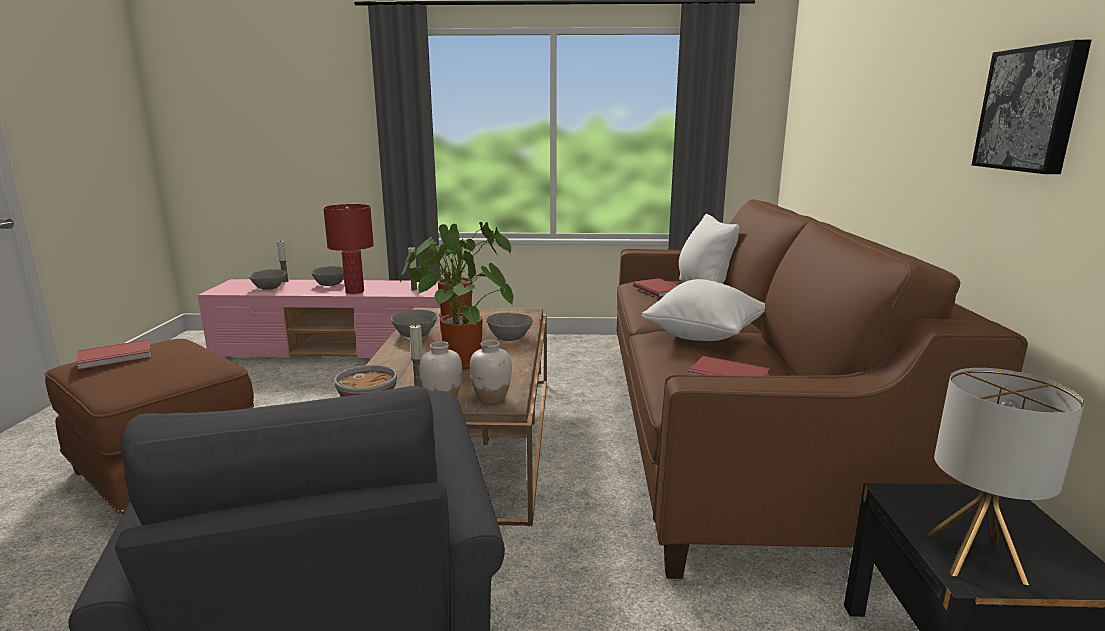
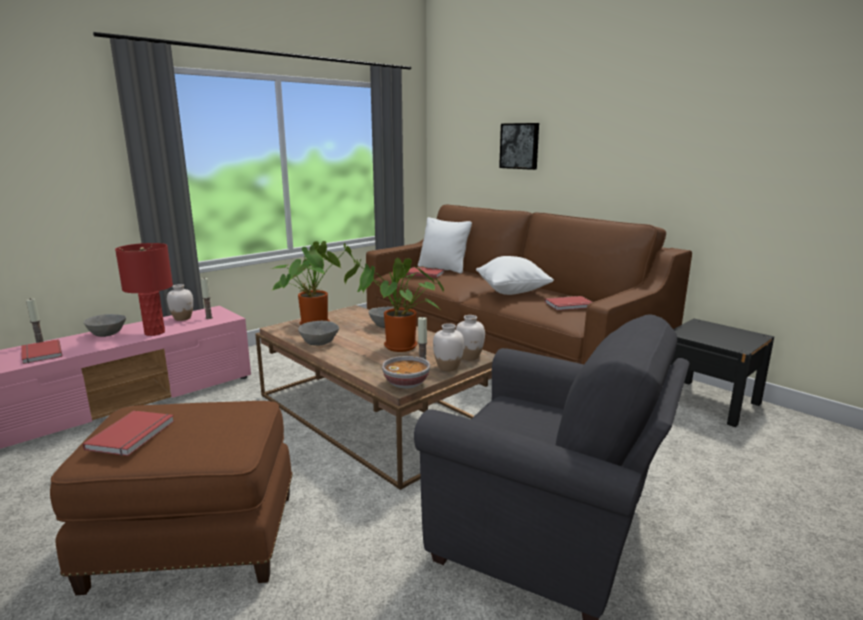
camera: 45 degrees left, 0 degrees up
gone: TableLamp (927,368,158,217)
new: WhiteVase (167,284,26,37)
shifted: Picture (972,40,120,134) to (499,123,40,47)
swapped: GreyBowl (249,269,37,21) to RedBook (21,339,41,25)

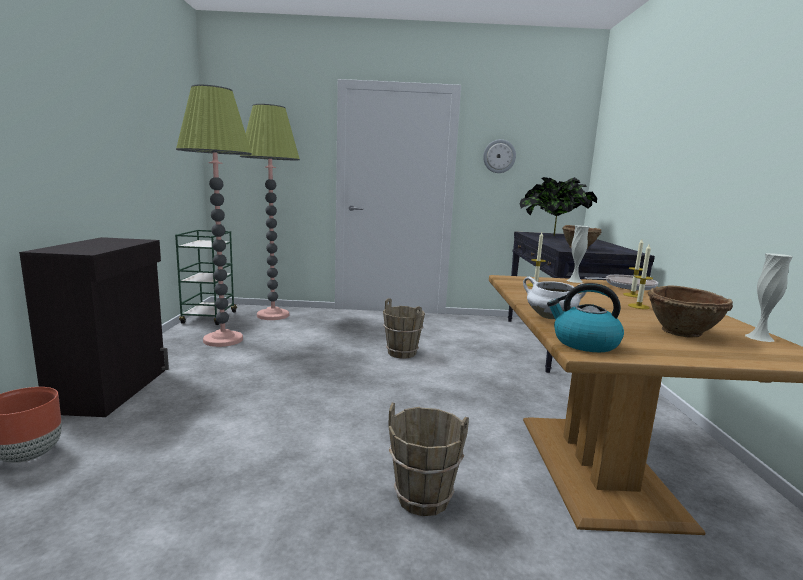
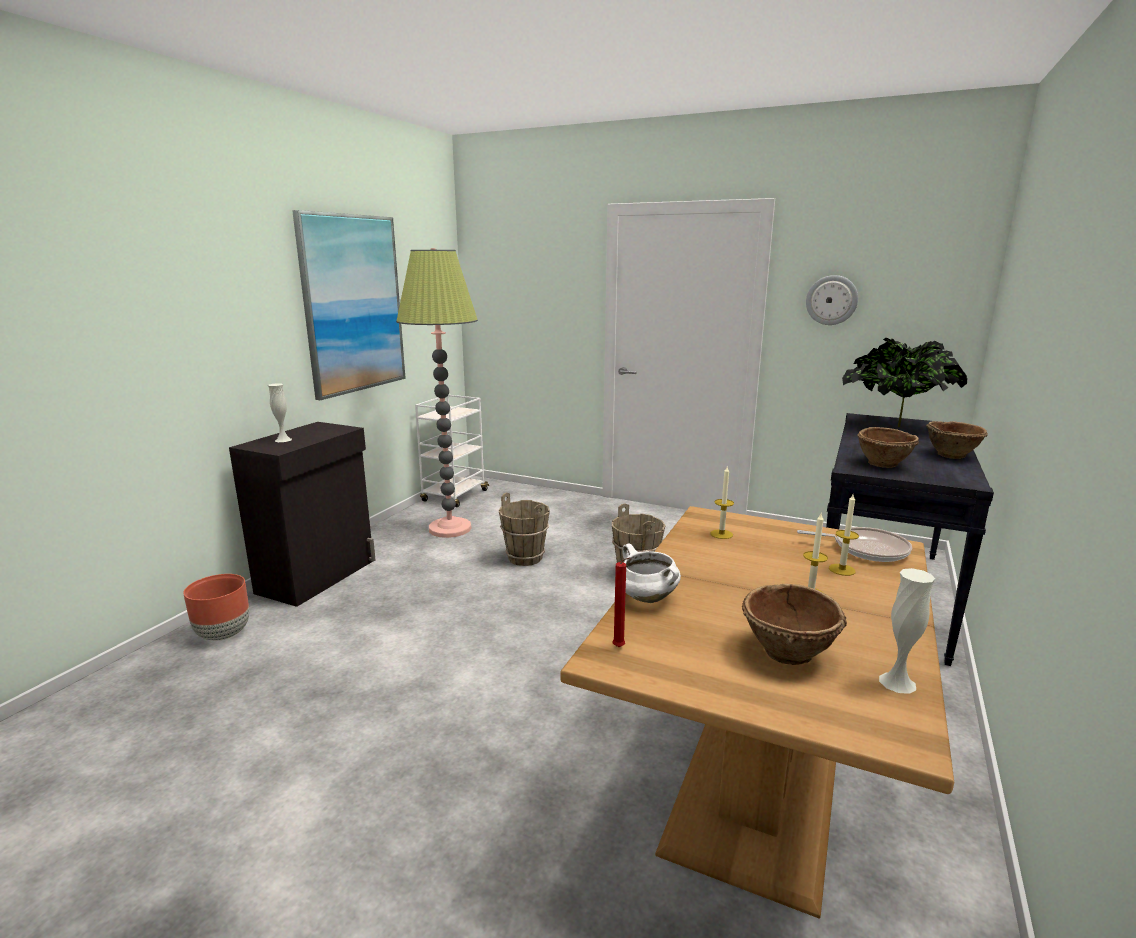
camera: 25 degrees right, 5 degrees up
gone: FloorLamp (240,104,60,216)
new: Picture (292,210,114,190); BrownBowl (926,421,62,38)
shifted: BrownBucket (388,403,81,113) to (499,493,51,73); WhiteVase (567,225,22,58) to (268,383,24,59)
swapped: Kettle (547,283,77,69) to RedCandle (613,557,17,90)
repainted: GreenCart (175,230,62,95) to WhiteCart (415,395,74,112)

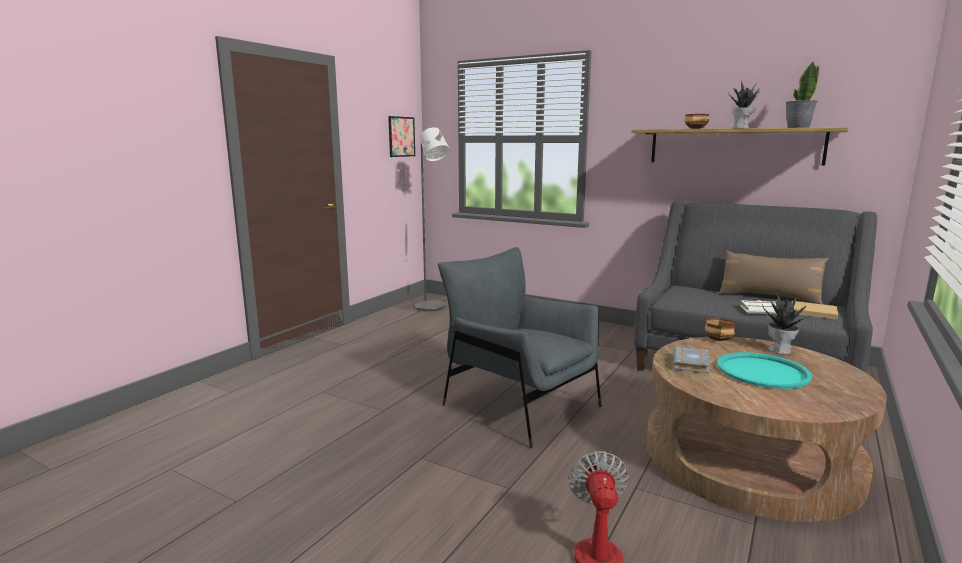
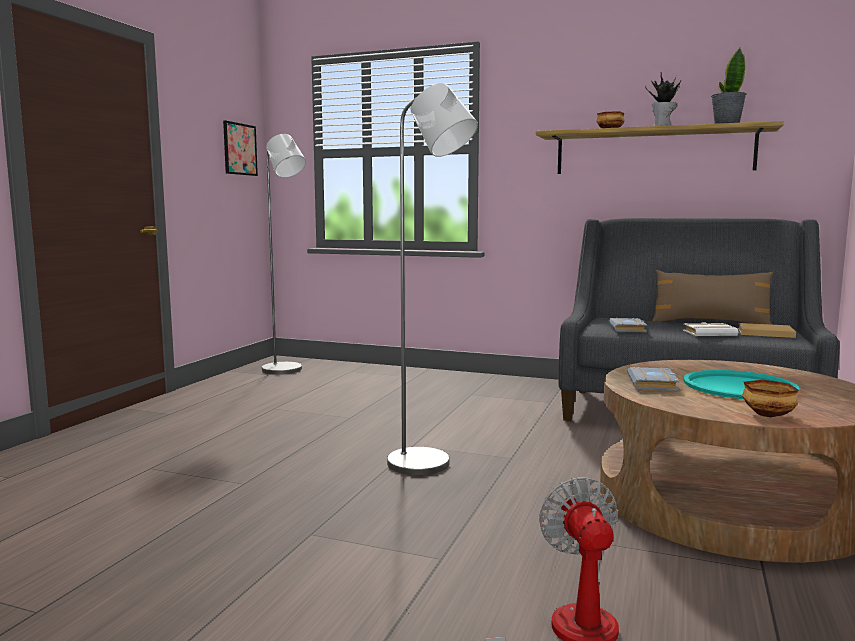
camera: 10 degrees left, 5 degrees down
gone: PottedPlant (762,292,45,62)
new: GreyBook (608,318,39,14)
shifted: Bowl (705,318,30,23) to (742,380,56,37)
swapped: GreyArmchair (438,247,163,201) to GreyFloorLamp (387,83,91,392)

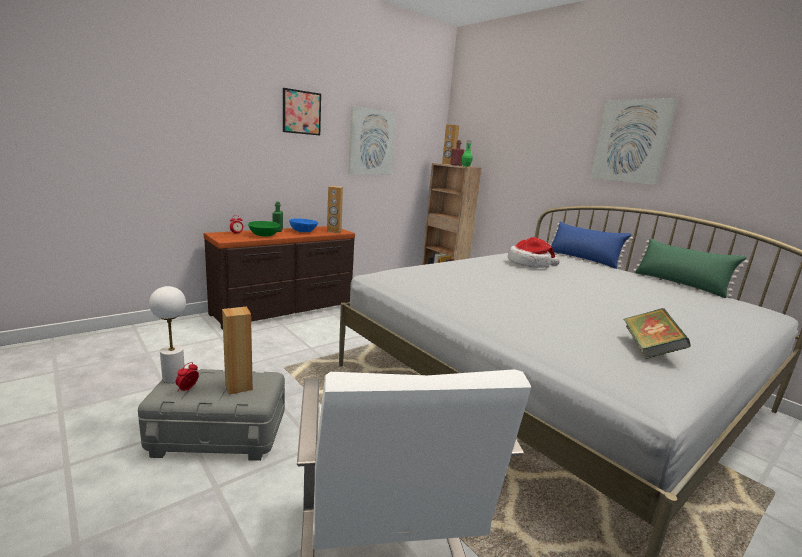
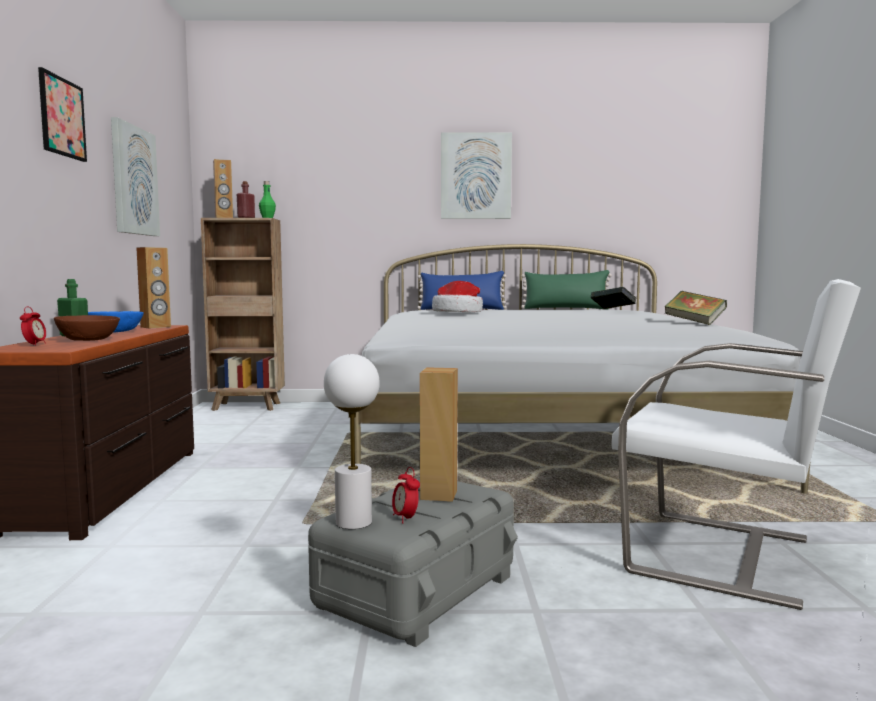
camera: 50 degrees left, 10 degrees down
new: Book (591,287,45,22)
repainted: GreenBowl (248,221,32,16) to BrownBowl (54,315,66,26)

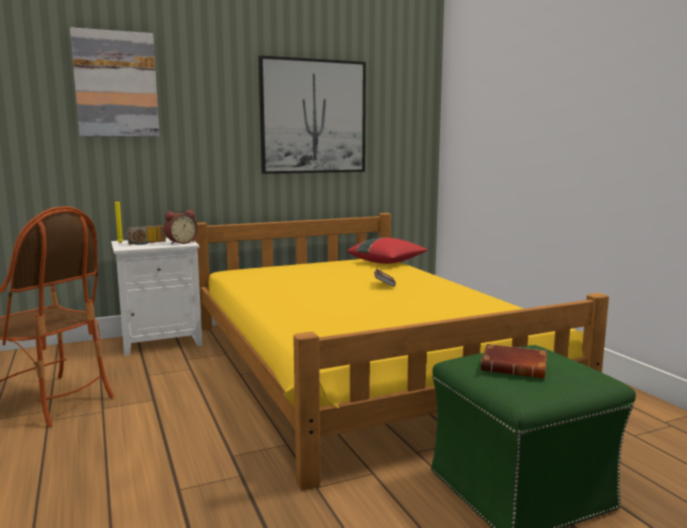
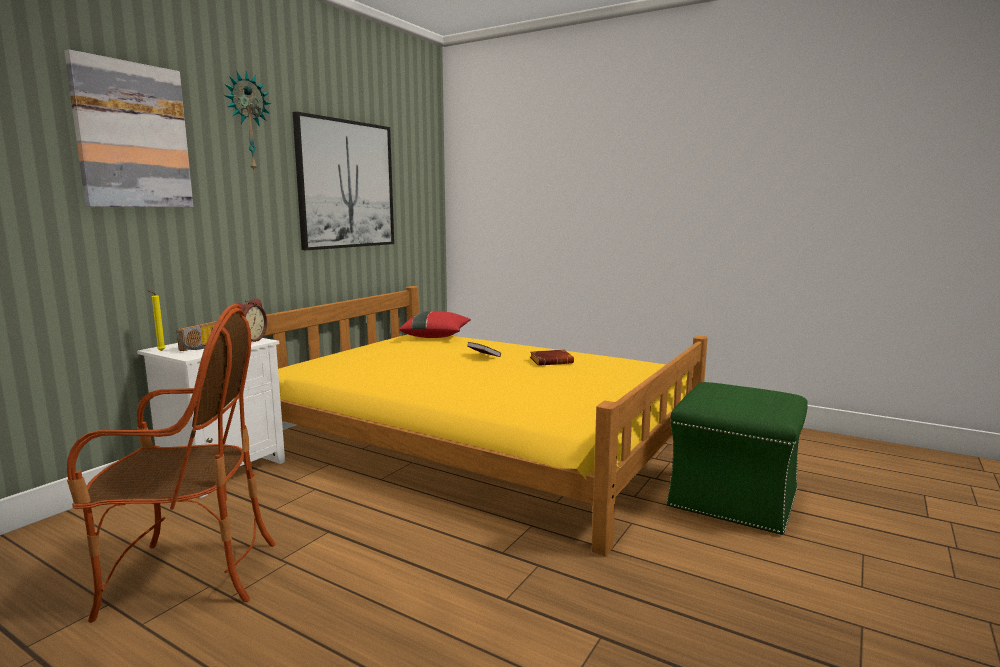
camera: 35 degrees left, 0 degrees up
new: WallClock (224,71,47,99)
shifted: BrownBook (481,344,66,35) to (530,350,44,16)

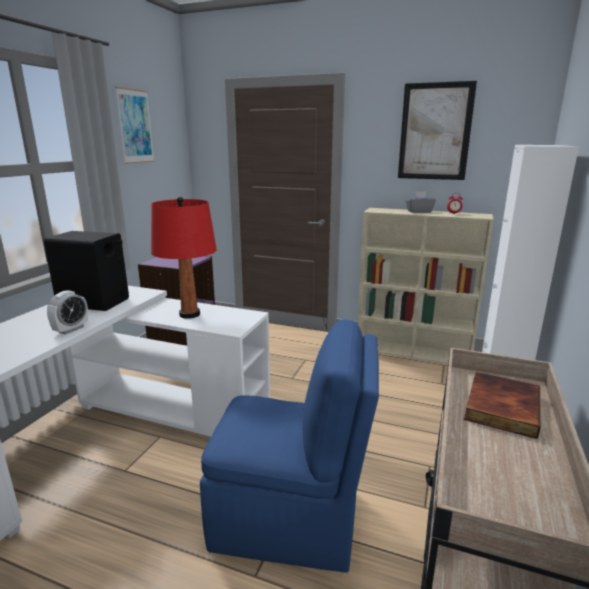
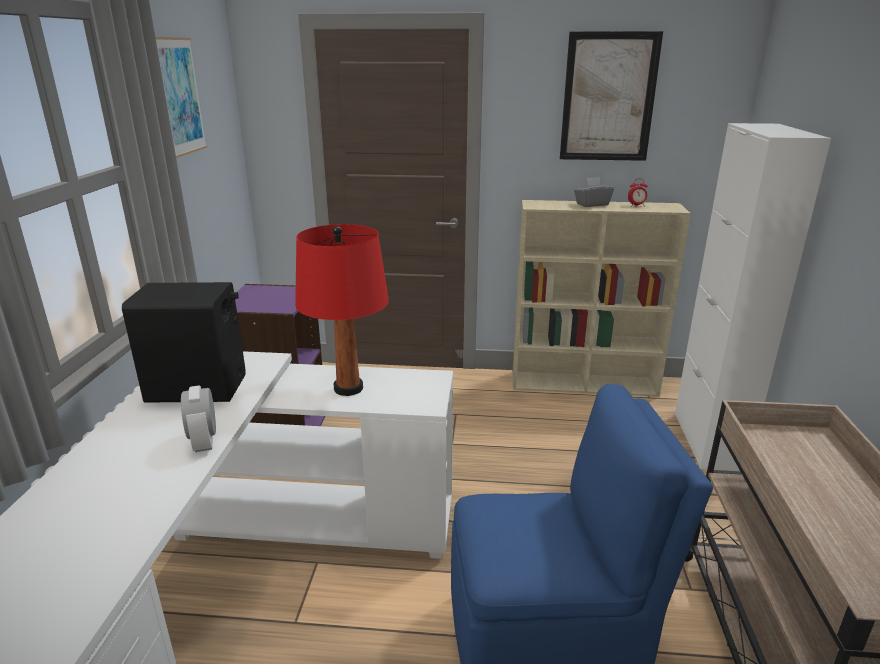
camera: 15 degrees left, 5 degrees up
gone: Book (464,372,77,67)
rotated: AlarmClock (47,290,41,45) = (181,385,35,67) 150 degrees clockwise

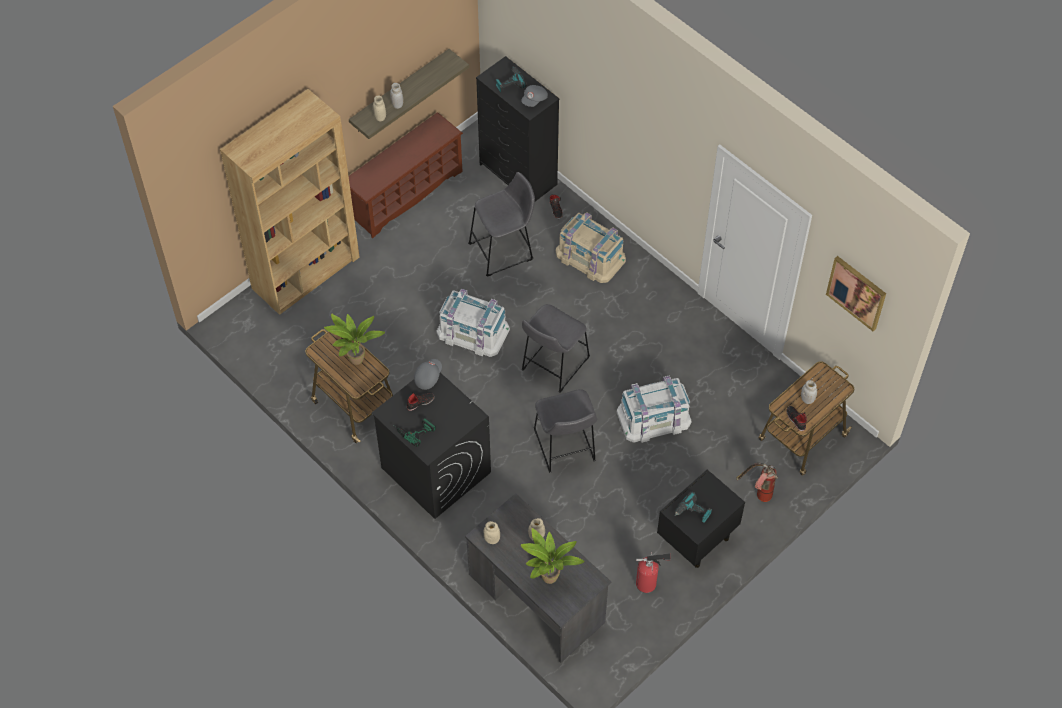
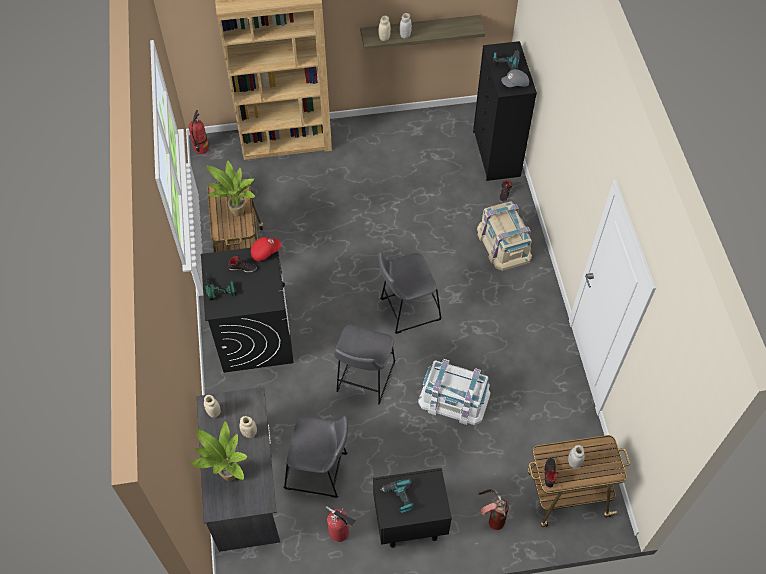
camera: 35 degrees right, 0 degrees up
gone: BrownShoeRack (349,112,114,126); WhiteStorageBox (437,289,73,68); Picture (826,256,60,75)
new: FireExtinguisher (189,110,20,44)
shifted: GreyStool (468,172,67,105) to (283,416,65,82)
repainted: GreyCap (414,359,28,31) to RedCap (251,237,30,24)

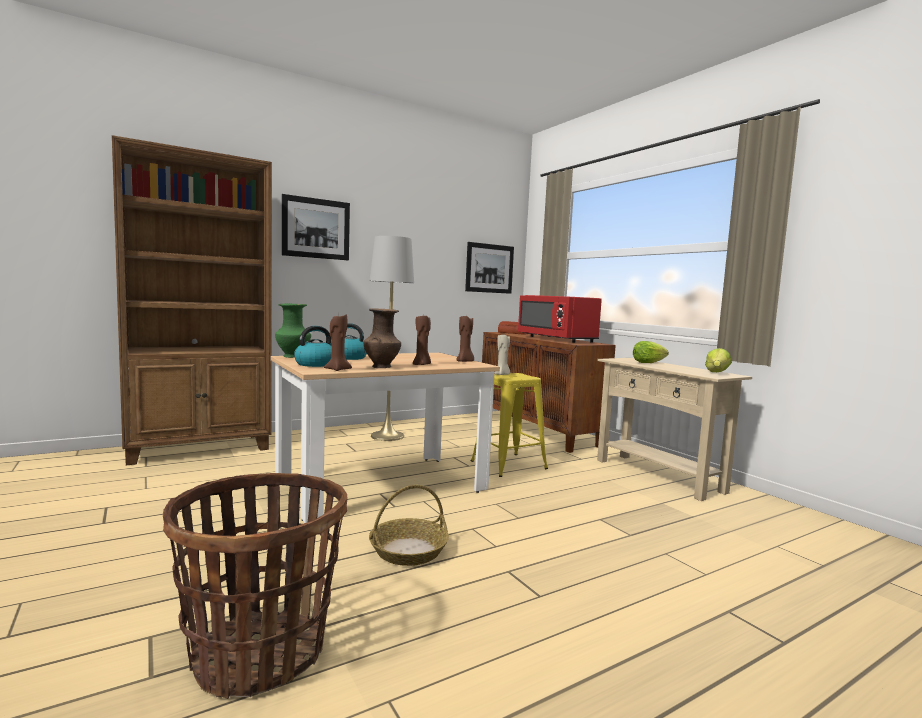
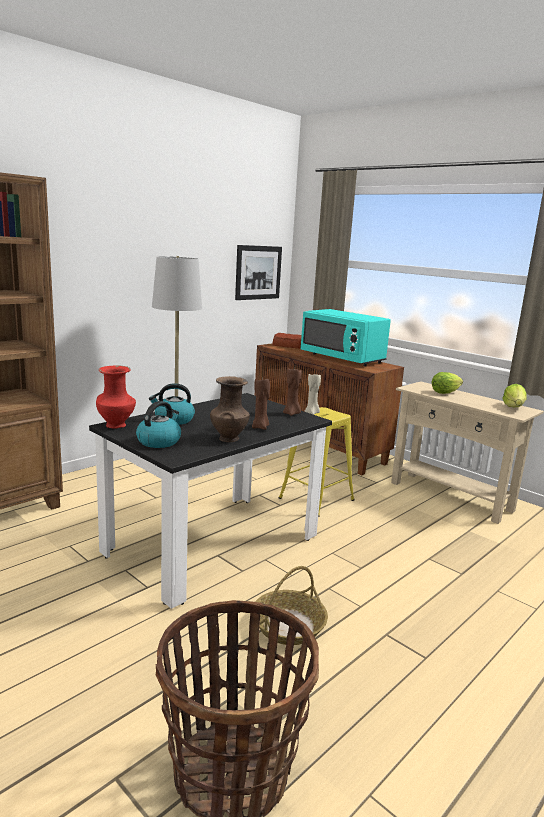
camera: 15 degrees left, 10 degrees up
gone: Picture (282,194,68,66); BrownCandle (324,314,28,57)
repainted: BeigeDiningTable (271,353,229,170) to BlackDiningTable (89,393,243,216); GreenVase (275,303,36,55) to RedVase (96,366,40,63); RedMicrowave (518,295,84,48) to TurquoiseMicrowave (301,309,90,57)

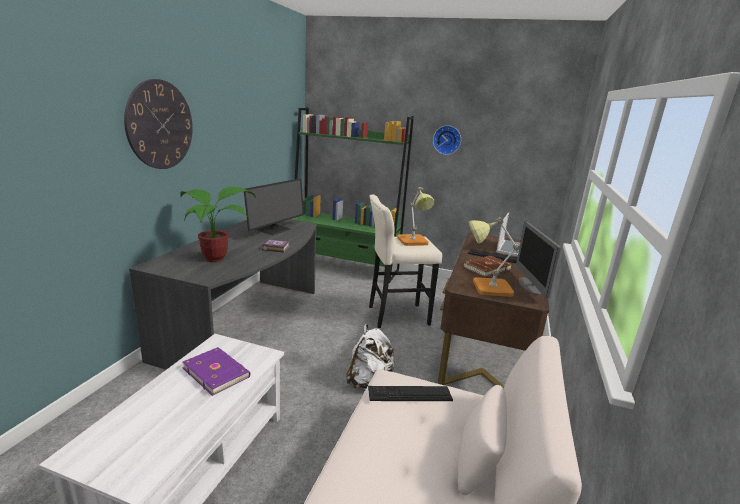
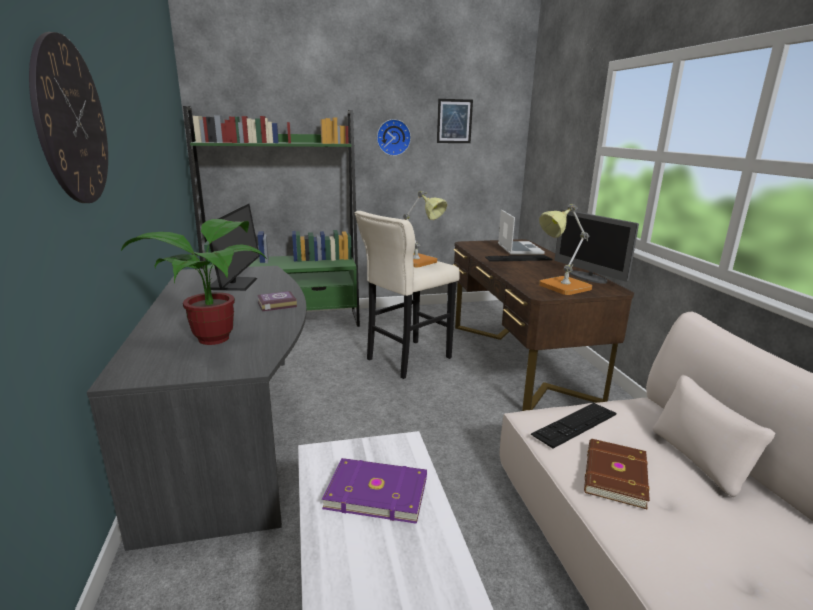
camera: 30 degrees left, 0 degrees up
gone: WhiteBackpack (346,324,49,64)
new: Picture (437,99,36,44)
shifted: BrownBook (463,256,50,21) to (584,439,66,71)

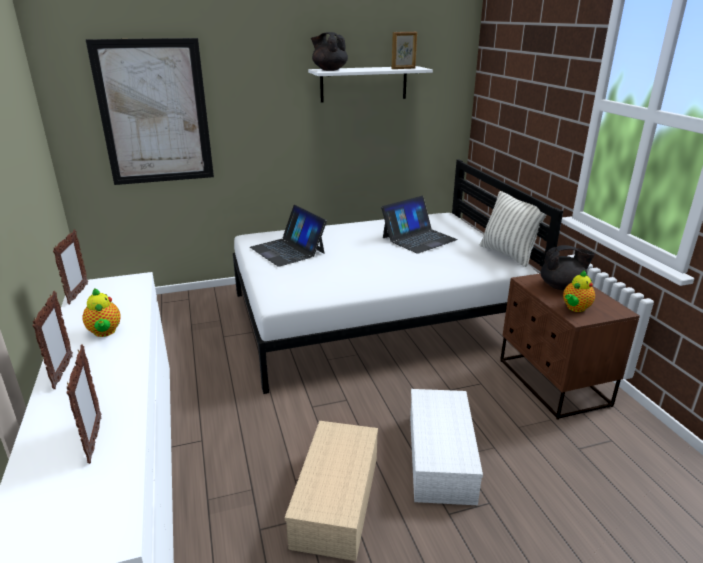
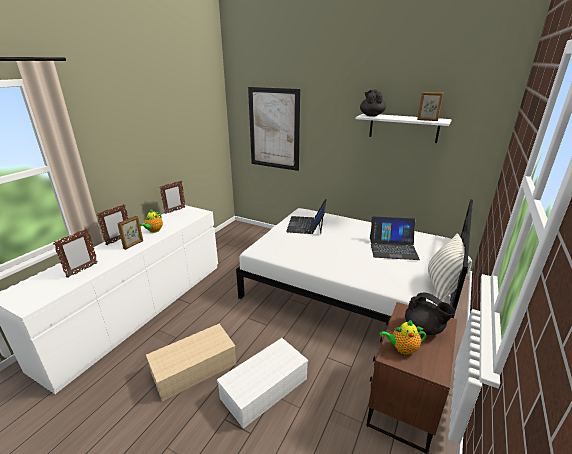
camera: 45 degrees right, 0 degrees up
new: PictureFrame (117,216,26,34)

